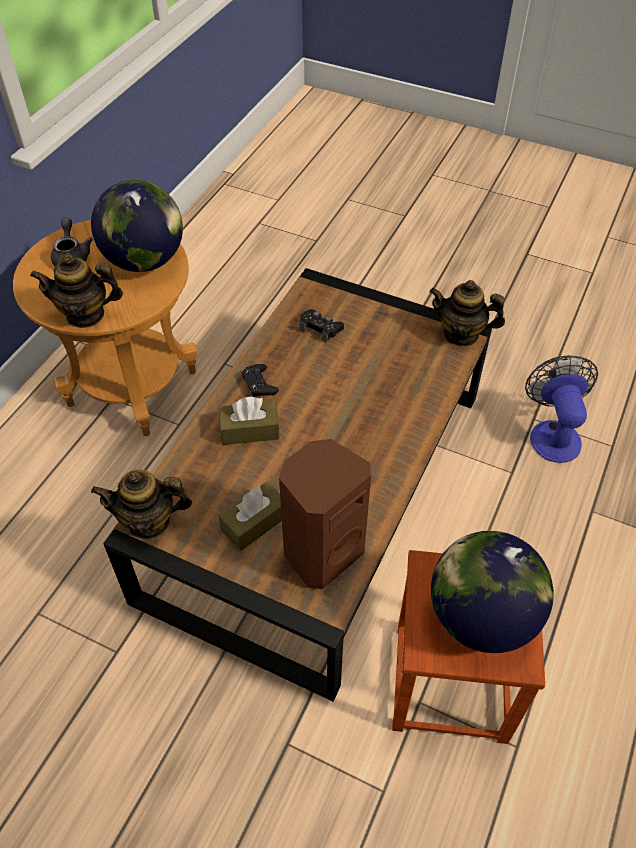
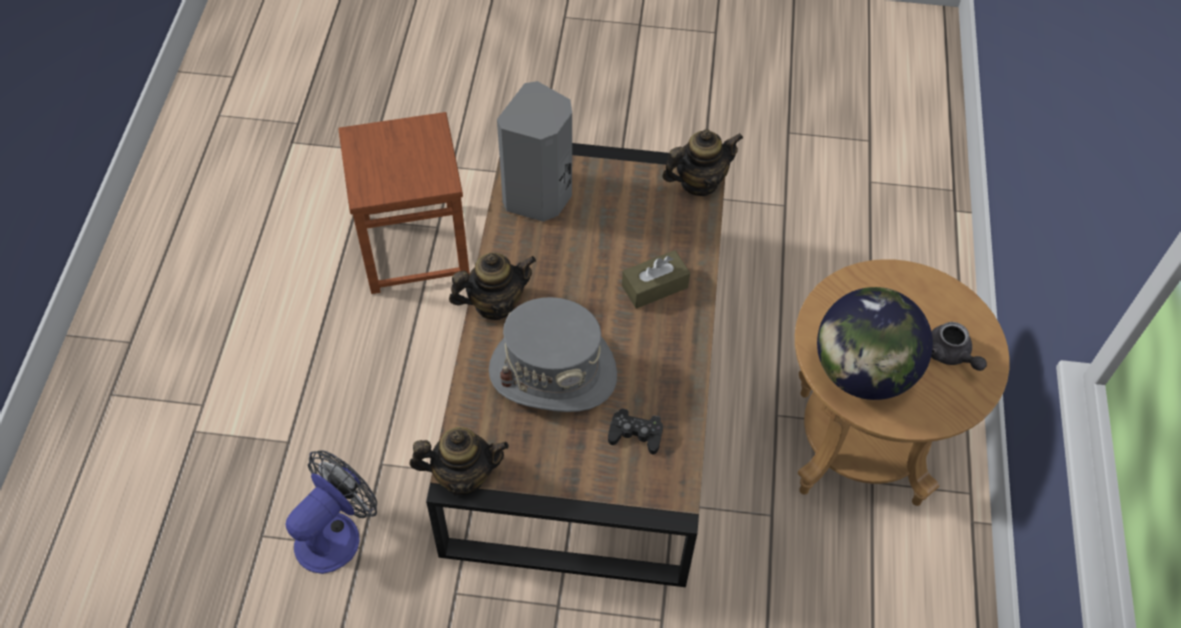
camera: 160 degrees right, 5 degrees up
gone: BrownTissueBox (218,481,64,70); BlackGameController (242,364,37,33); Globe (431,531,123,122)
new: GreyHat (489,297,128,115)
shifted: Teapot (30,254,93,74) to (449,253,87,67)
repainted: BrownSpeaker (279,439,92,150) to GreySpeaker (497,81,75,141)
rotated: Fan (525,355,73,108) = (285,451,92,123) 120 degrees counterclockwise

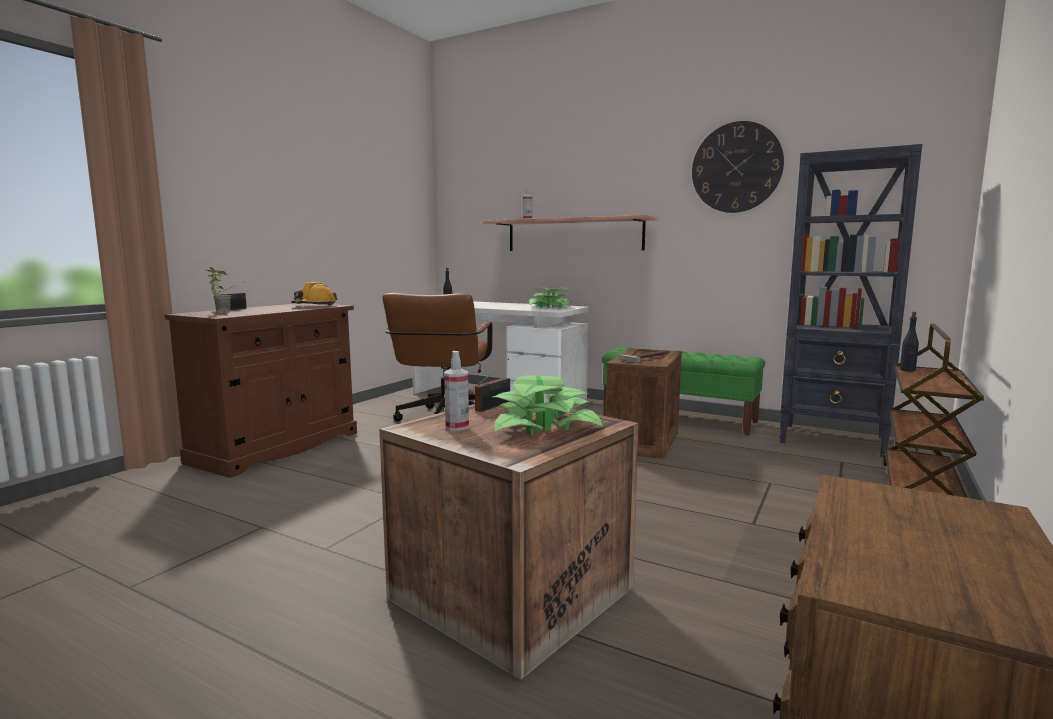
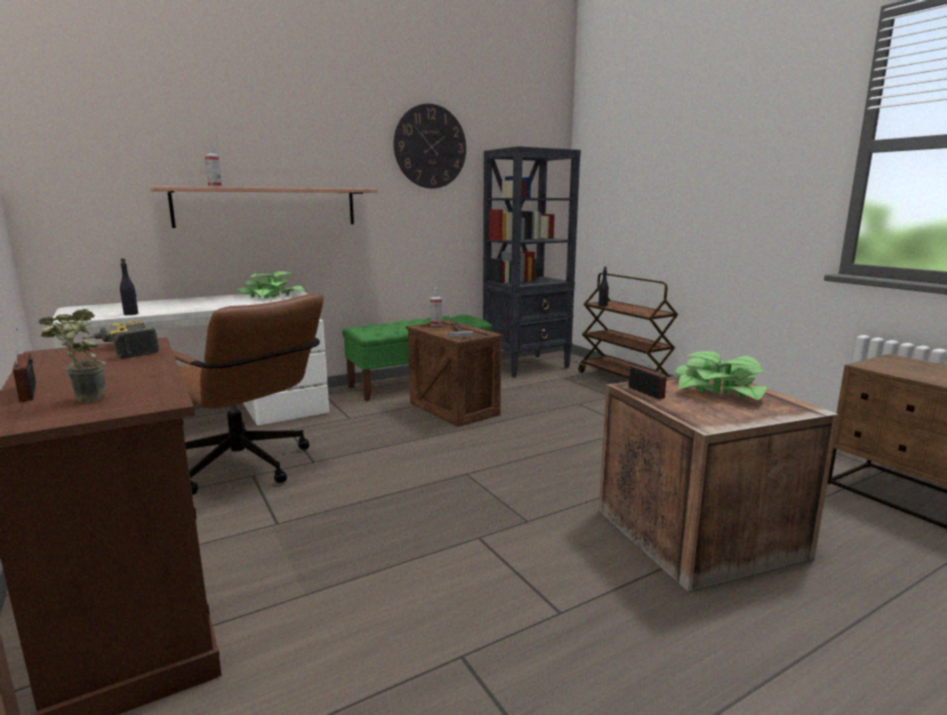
camera: 60 degrees left, 5 degrees up
shifted: SprayBottle (444,351,25,80) to (430,288,12,38)
swapped: OrangeHardHat (291,282,47,23) to PowerDrill (82,321,77,38)

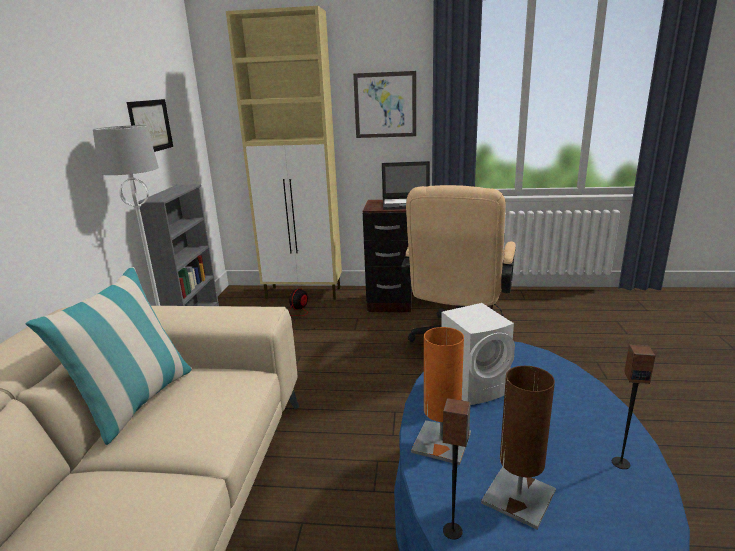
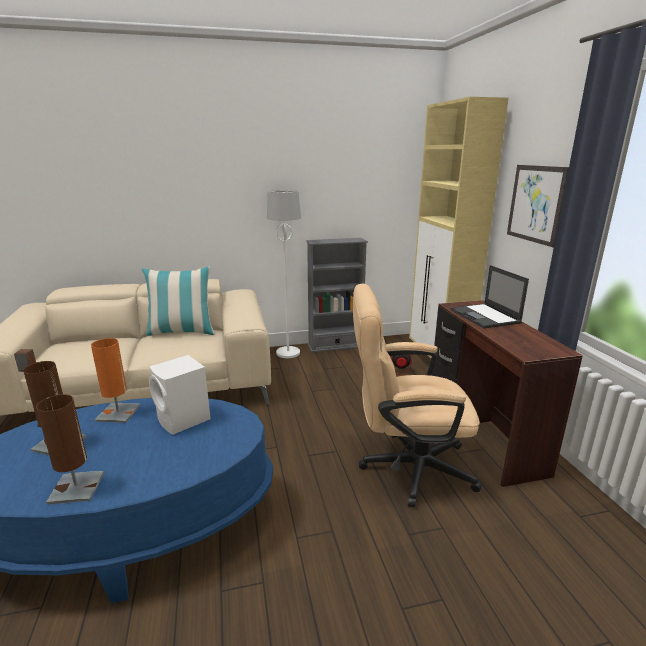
camera: 70 degrees right, 0 degrees up
gone: Picture (126,99,47,53)
swapped: Speaker (612,344,43,125) to BrownTableLamp (36,394,68,111)

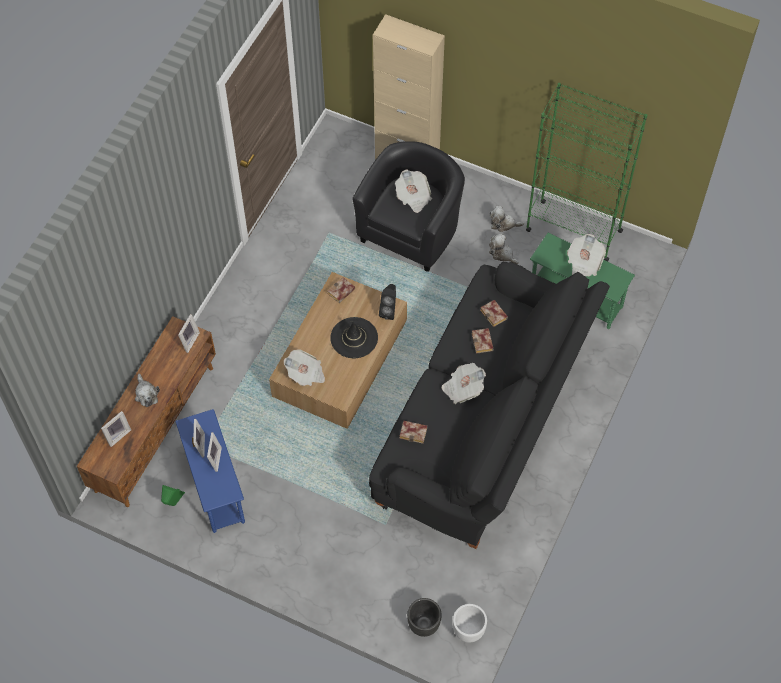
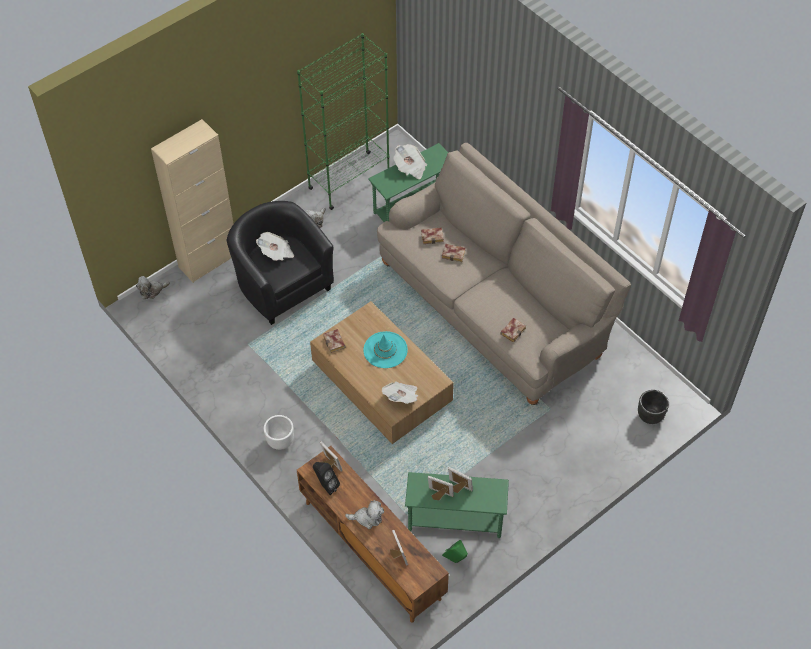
camera: 65 degrees left, 5 degrees down
gone: Newspaper (442,363,44,41)
shifted: BlackSpeaker (379,284,17,36) to (313,462,27,33); WhitePlanter (453,604,34,39) to (264,415,30,35); PlushToy (489,233,30,31) to (136,276,34,23)
repainted: BlueSideTable (176,409,69,124) to GreenSideTable (405,472,104,66); BlackHat (330,317,48,41) to TurquoiseHat (363,331,45,37); BlackSofa (369,262,241,287) to BeigeSofa (377,143,254,262)

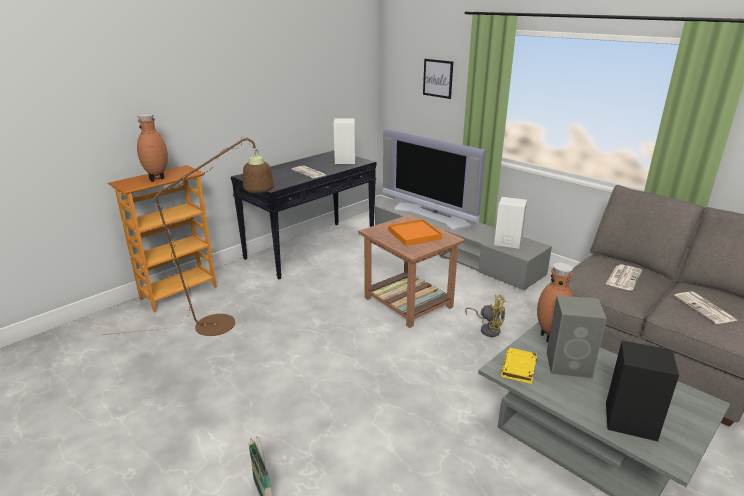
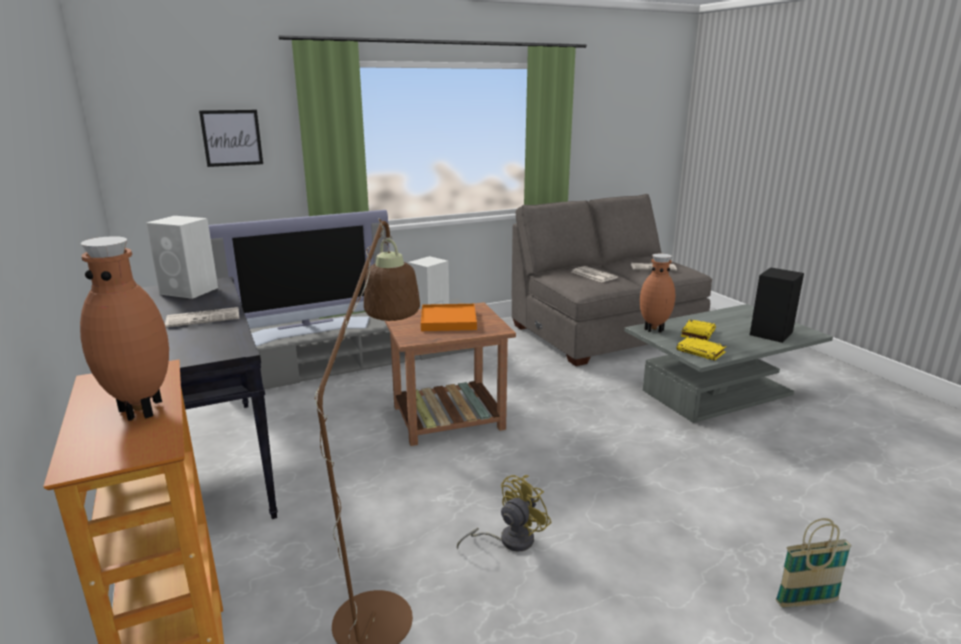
camera: 70 degrees left, 5 degrees down
shifted: YellowFan (465,295,41,42) to (457,475,95,77)
swapped: GreySpeaker (547,295,60,83) to YellowBook (681,319,35,22)

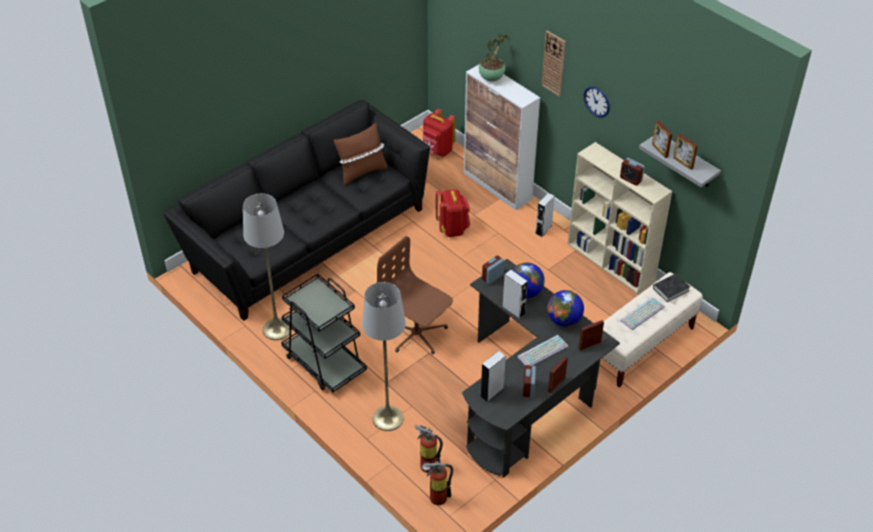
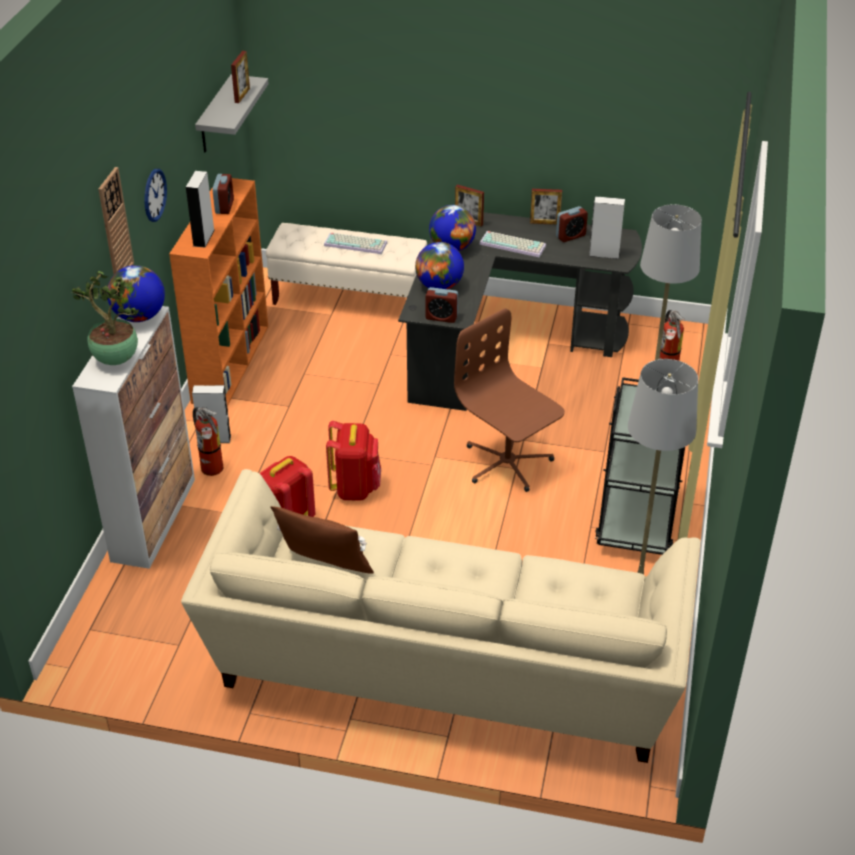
camera: 125 degrees left, 5 degrees down
gone: PictureFrame (652,120,20,38); BlackBook (653,273,37,29)
new: Globe (108,265,57,57)
shifted: FireExtinguisher (422,460,31,45) to (193,407,31,69); RedBackpack (423,109,33,48) to (326,421,55,80); GreySpeaker (503,270,25,49) to (186,171,28,77)
repainted: BlackSofa (163,100,267,221) to BeigeSofa (181,469,520,294); BeigeBookcase (568,142,104,152) to OrangeBookcase (169,178,99,228)
rotated: BrownOfficeChair (377,236,76,118) = (454,308,111,184) 135 degrees clockwise

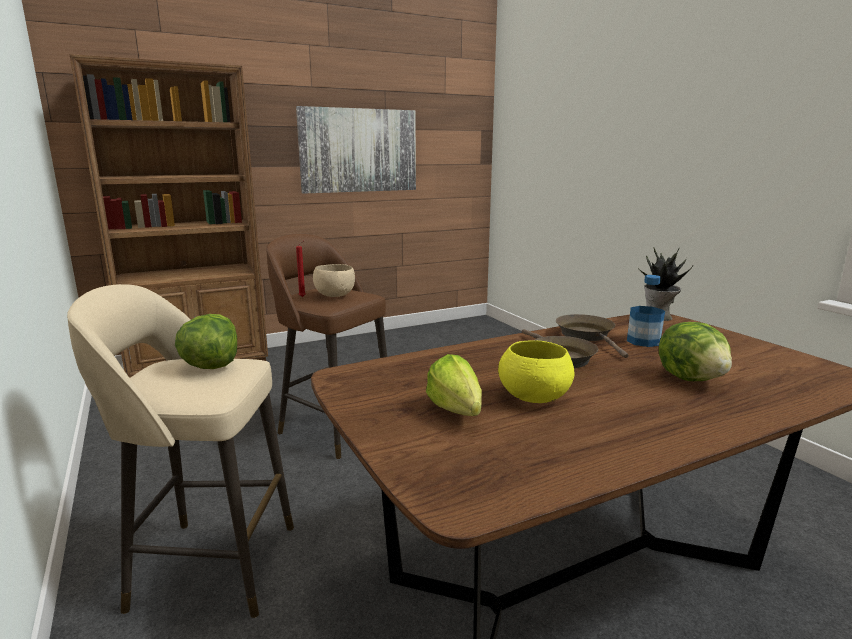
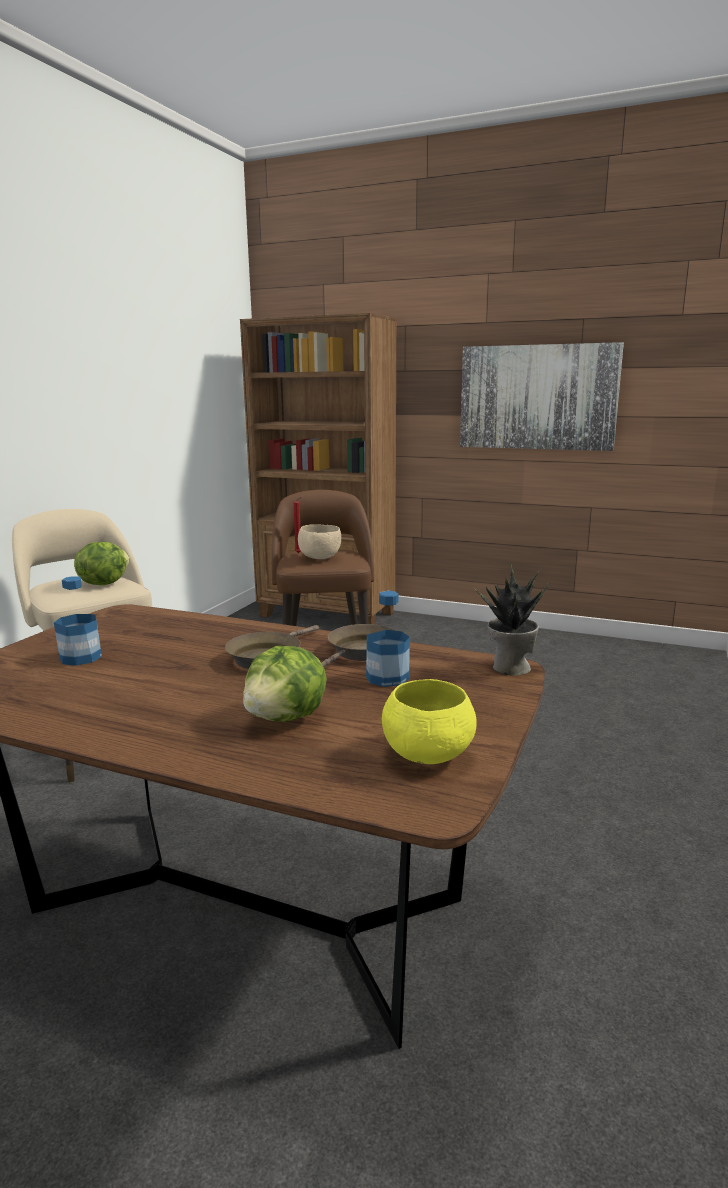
camera: 50 degrees right, 0 degrees up
shifted: YellowBowl (498,340,76,63) to (382,679,95,85)
swapped: Lettuce (426,354,56,62) to Bottle (54,576,48,90)

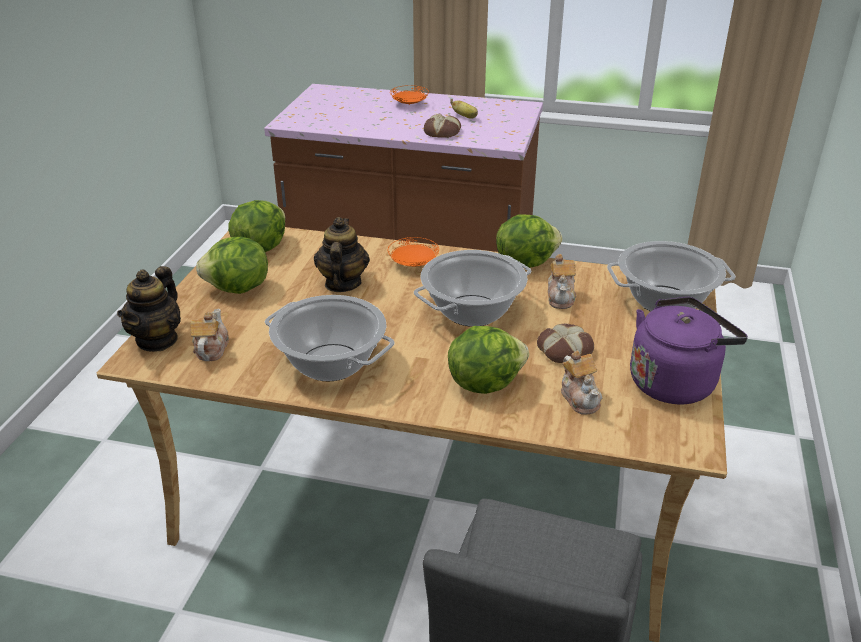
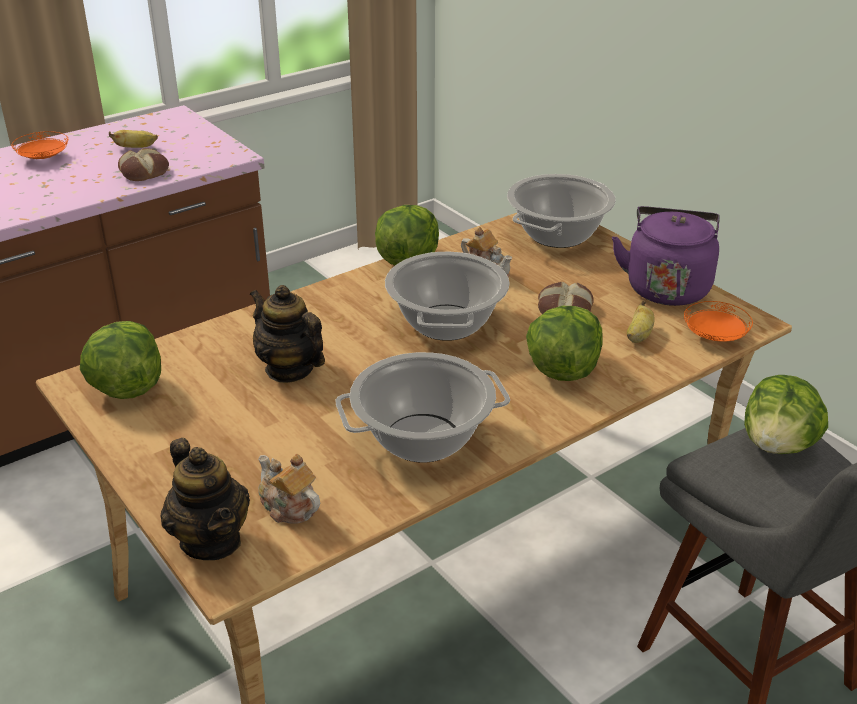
camera: 50 degrees left, 0 degrees up
shifted: Lettuce (196,237,72,57) to (744,375,84,79); OrangePlate (388,237,51,30) to (684,301,69,41)
swapped: Teapot (561,350,41,65) to Banana (627,300,27,43)

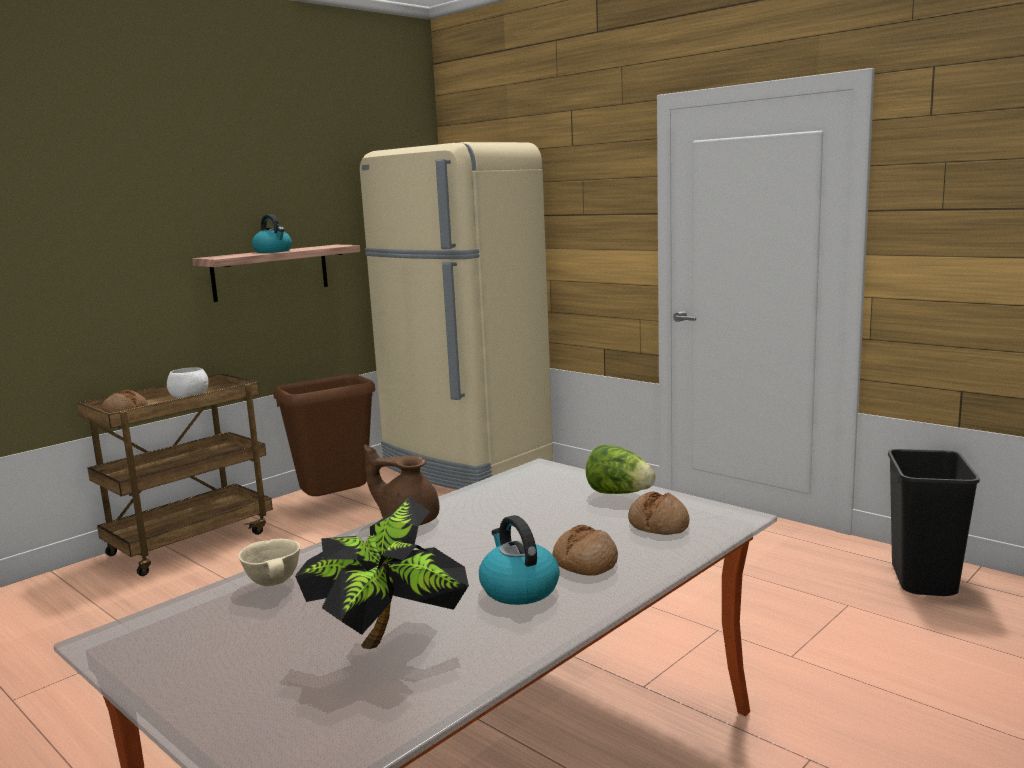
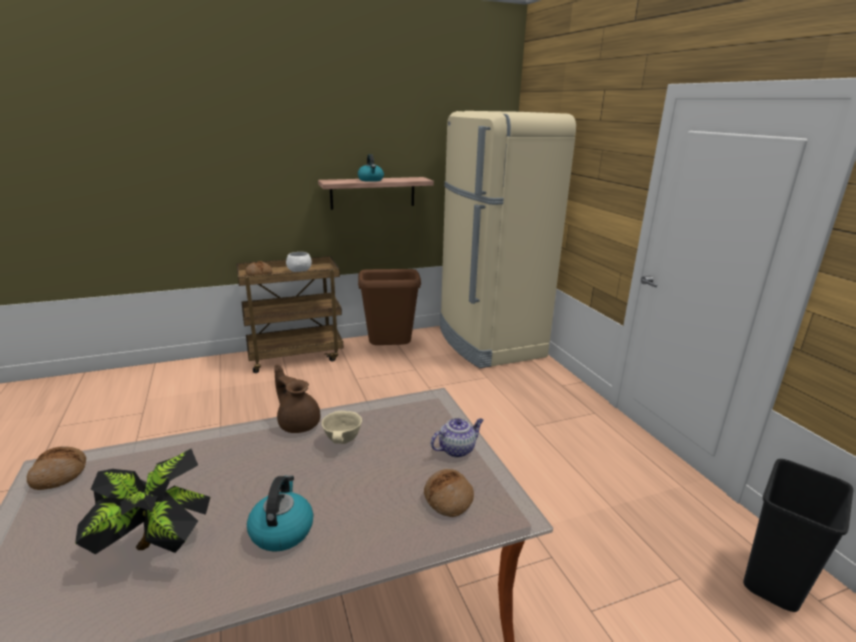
camera: 25 degrees right, 10 degrees up
shifted: BeigeBowl (238,539,63,47) to (322,411,40,33); Bread (552,525,66,51) to (27,446,59,44)
swapped: Lettuce (586,445,70,49) to Teapot (431,418,53,40)

